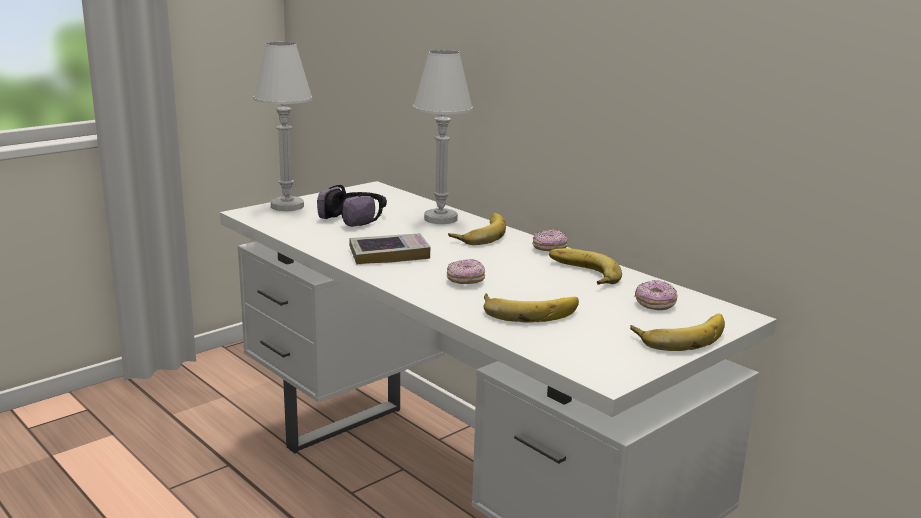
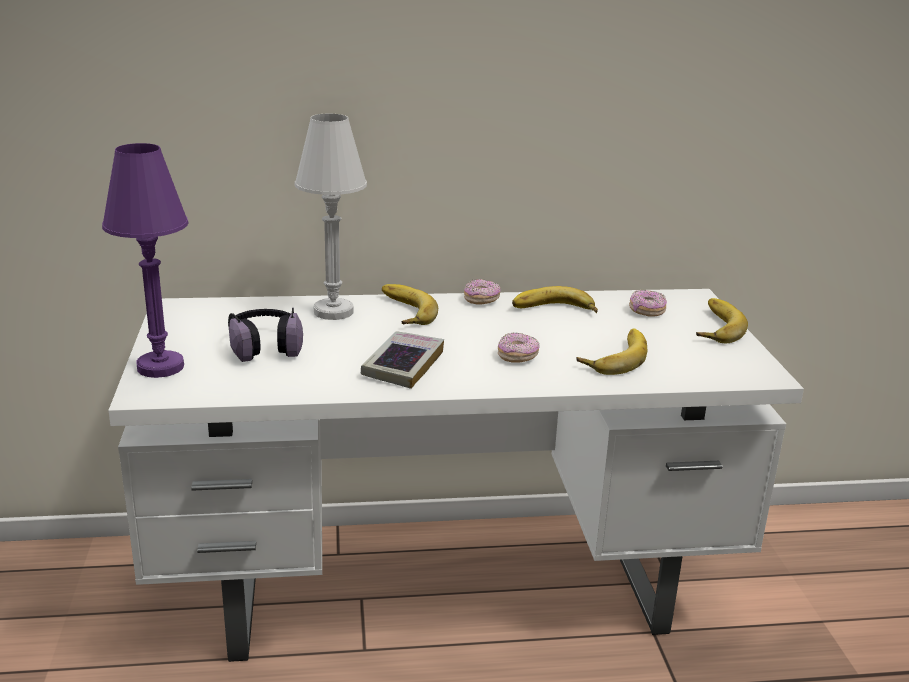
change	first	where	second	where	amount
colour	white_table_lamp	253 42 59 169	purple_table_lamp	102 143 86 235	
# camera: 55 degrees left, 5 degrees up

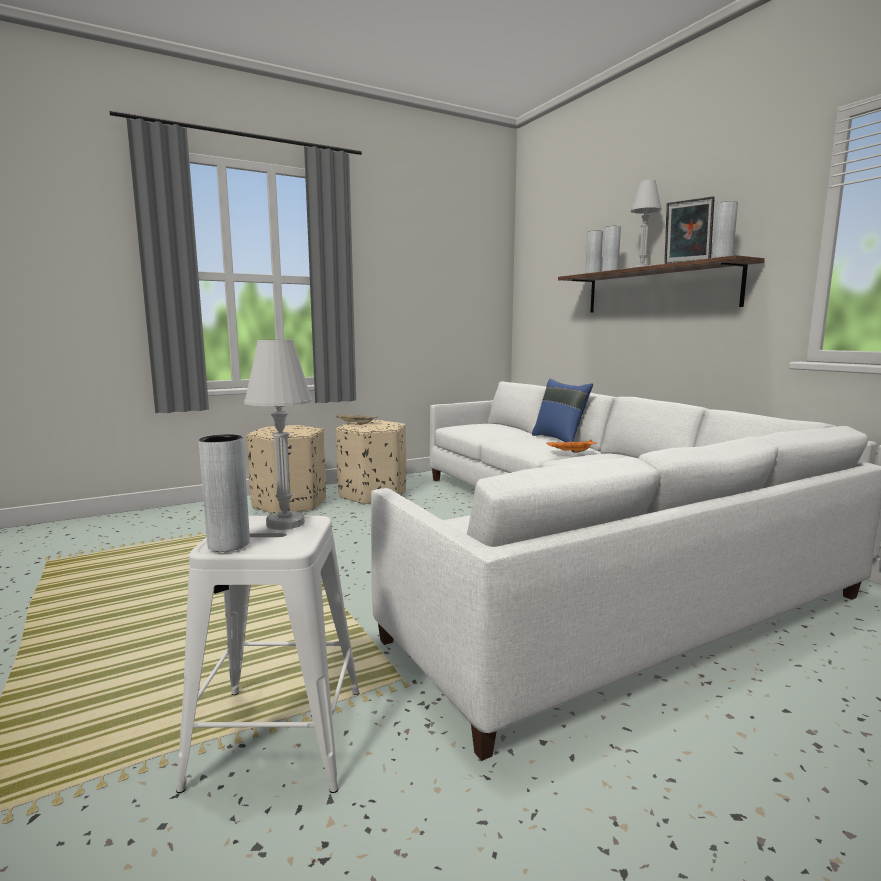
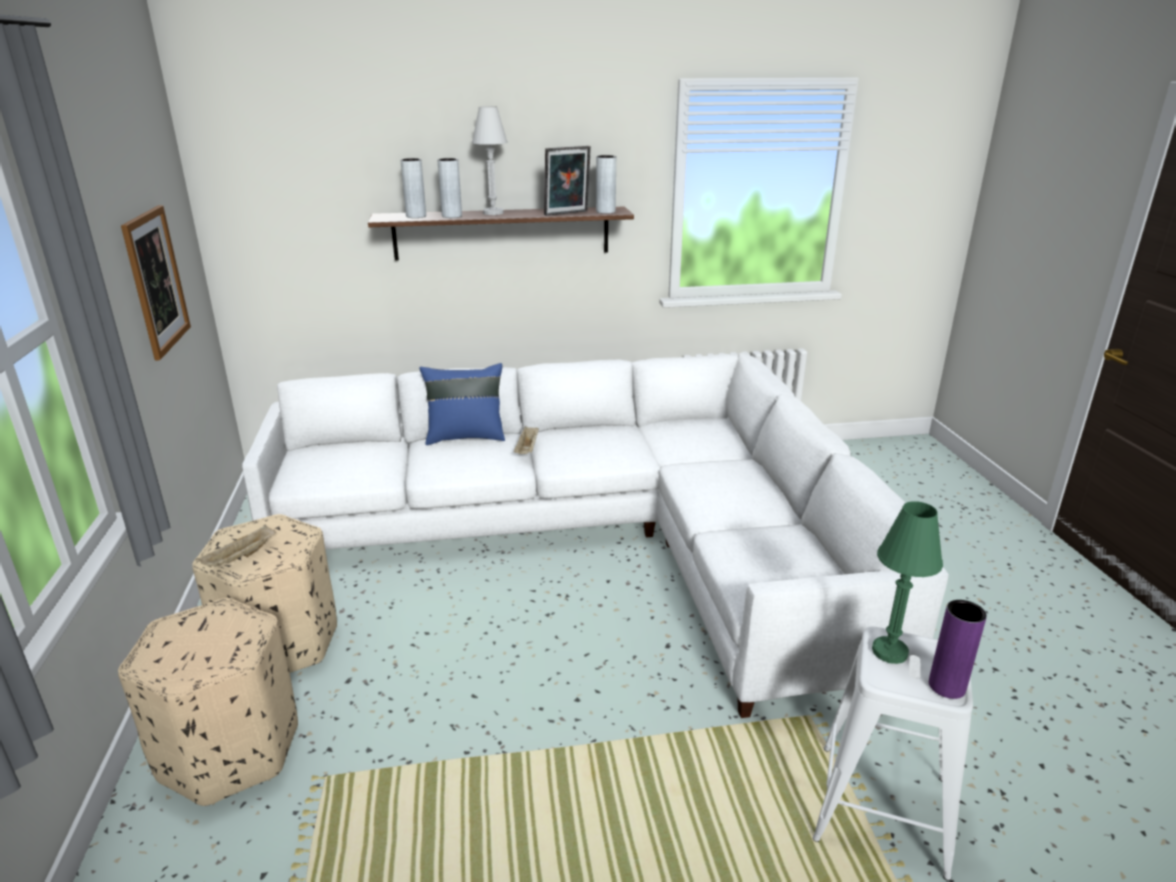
change	first	where	second	where	amount
appeared			picture	121 205 70 156	
colour	orange_tray	546 440 50 13	beige_tray	514 426 25 28	
colour	white_table_lamp	244 340 69 190	green_table_lamp	872 501 71 163	
colour	grey_vase	199 434 51 118	purple_vase	929 600 58 99	
# camera: 70 degrees left, 15 degrees up

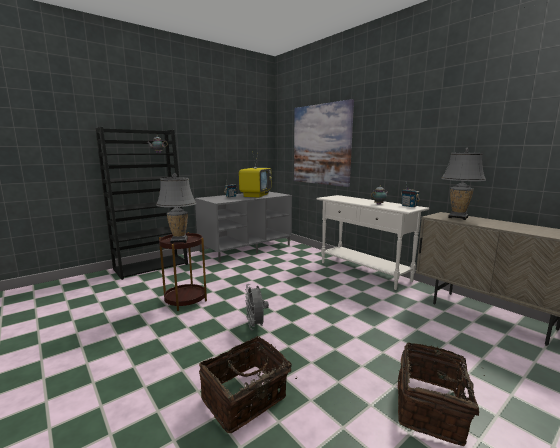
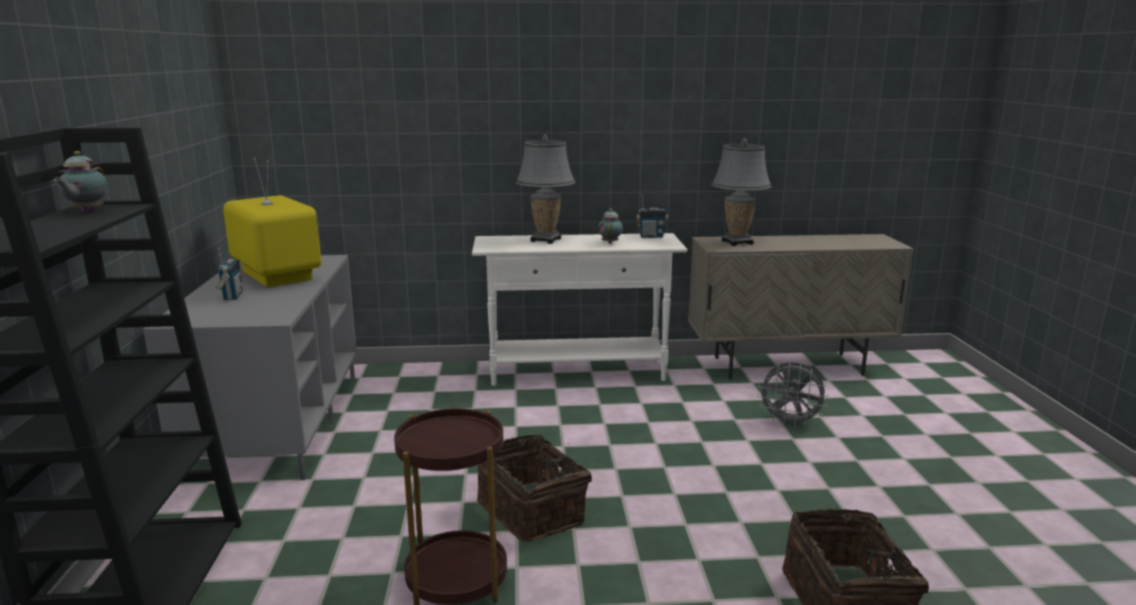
change	first	where	second	where	amount
relocated	basket	398 343 87 103		477 434 115 108	
relocated	grey_table_lamp	156 173 40 71		516 134 59 110	
relocated	grey_fan	245 284 24 46		757 362 72 66	
missing	picture	294 99 60 88			
# camera: 55 degrees left, 5 degrees up

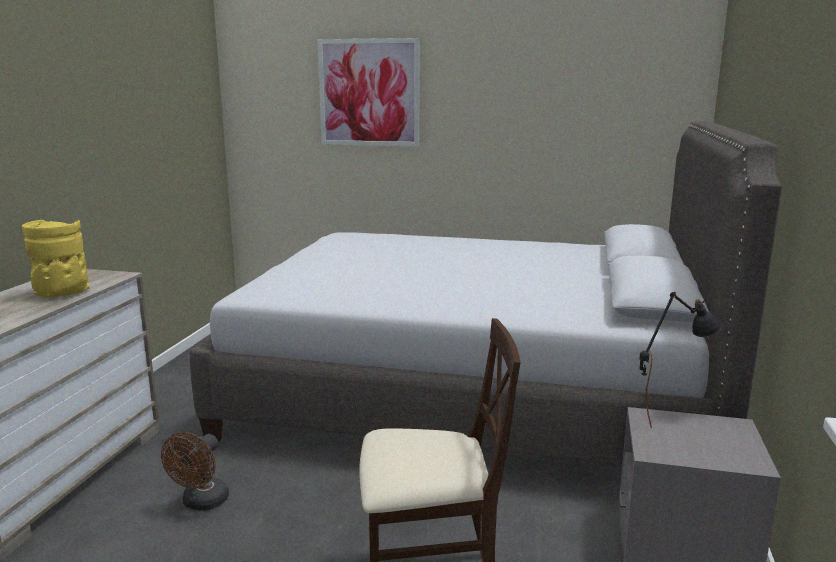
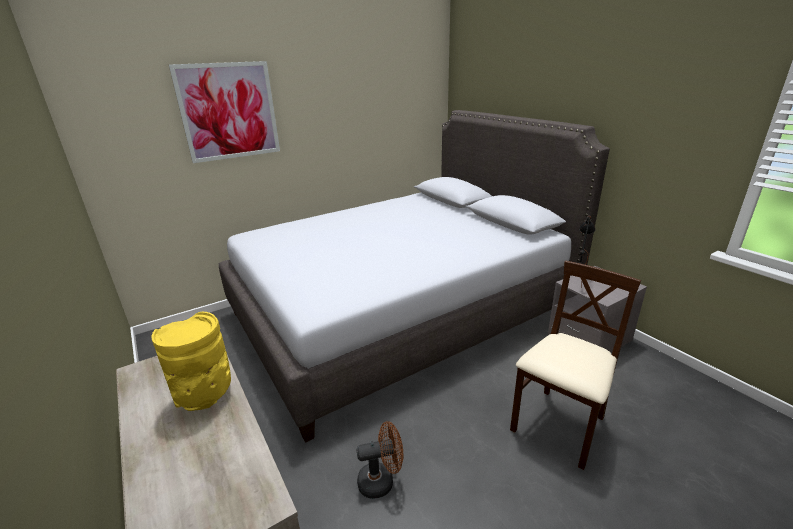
change	first	where	second	where	amount
spun	brown_fan	161 432 68 78		356 421 47 78	75 degrees counterclockwise
# camera: 45 degrees left, 10 degrees up

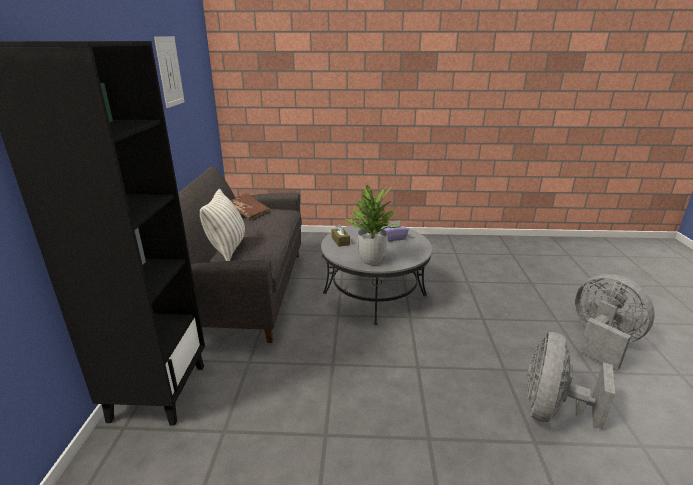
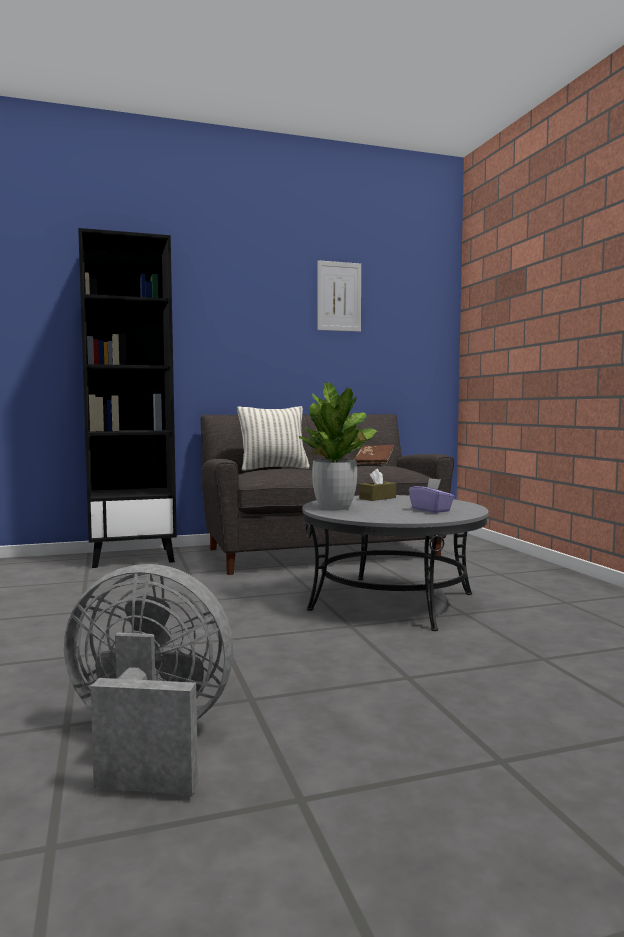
change	first	where	second	where	amount
missing	grey_fan	575 274 80 97			
# camera: 70 degrees right, 20 degrees down

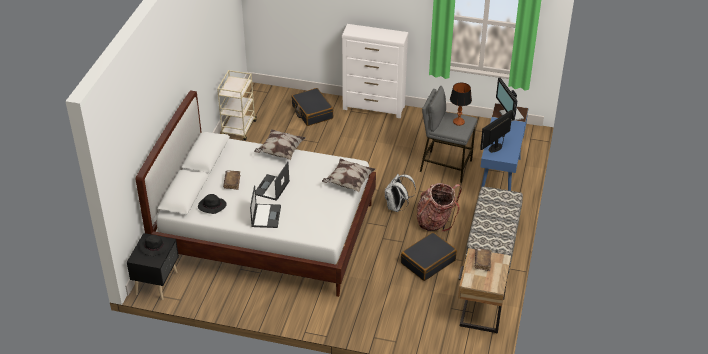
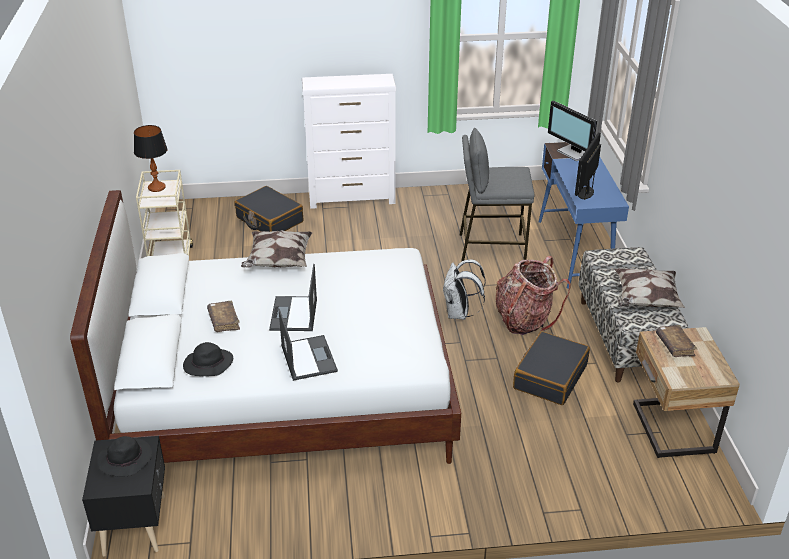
change	first	where	second	where	amount
relocated	table_lamp	450 83 22 43		134 125 33 67	
relocated	pillow	322 159 53 33		615 268 70 40	
# camera: 20 degrees left, 5 degrees down

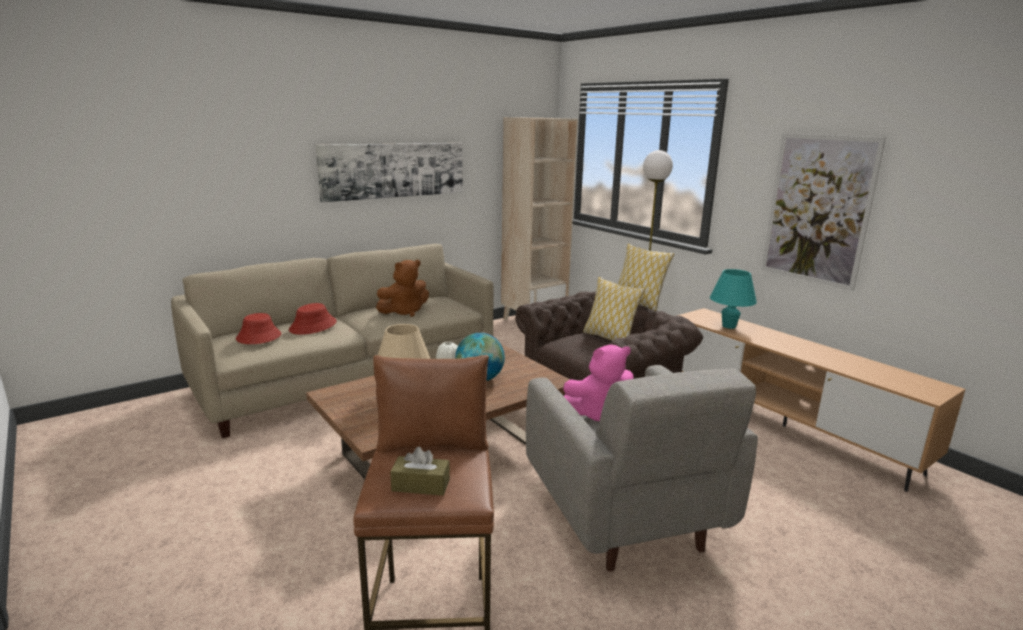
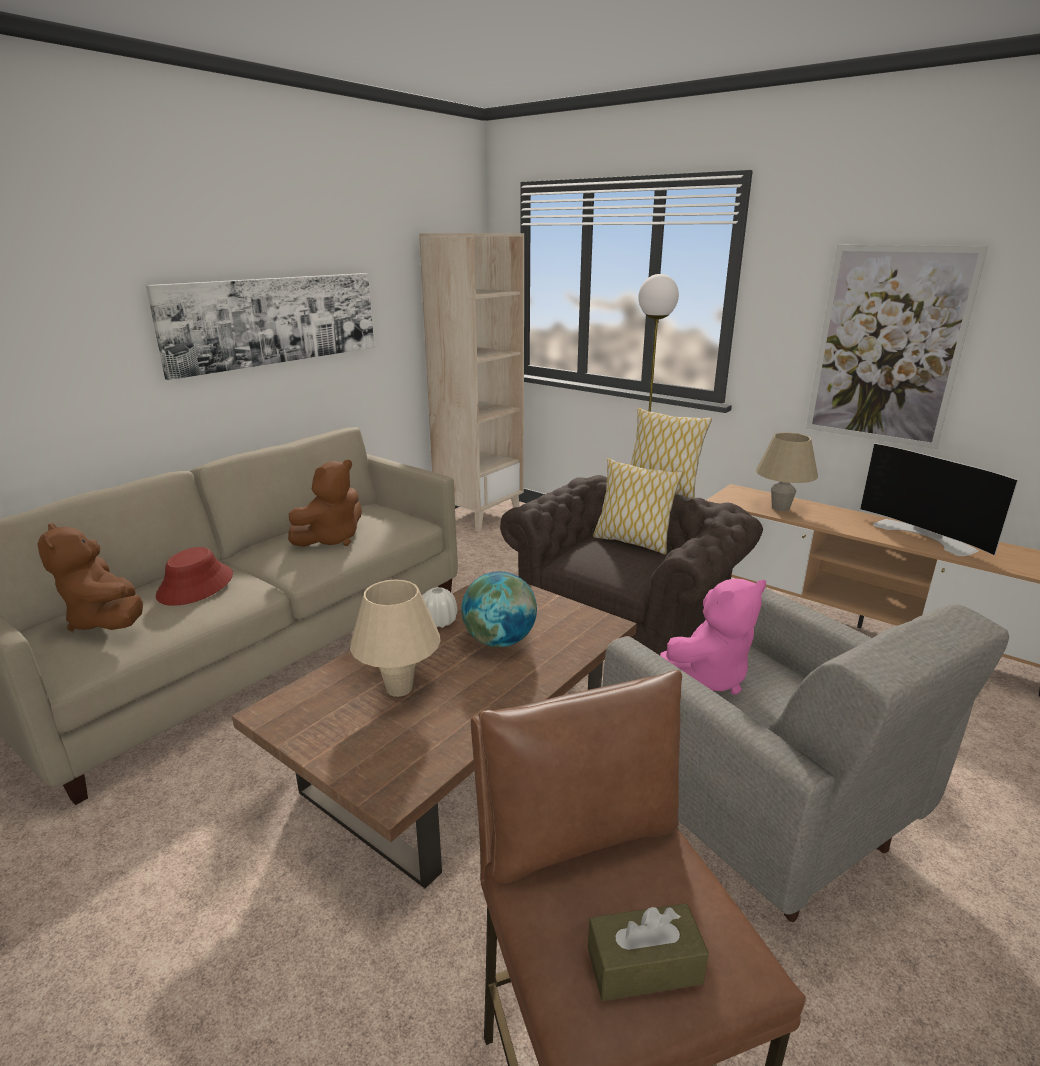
change	first	where	second	where	amount
exchanged	red_hat	236 313 45 31	brown_plush_toy	38 523 105 109	
colour	turquoise_table_lamp	710 269 47 60	beige_table_lamp	756 432 62 79	
appeared			television	860 443 158 113	
# camera: 15 degrees left, 5 degrees up

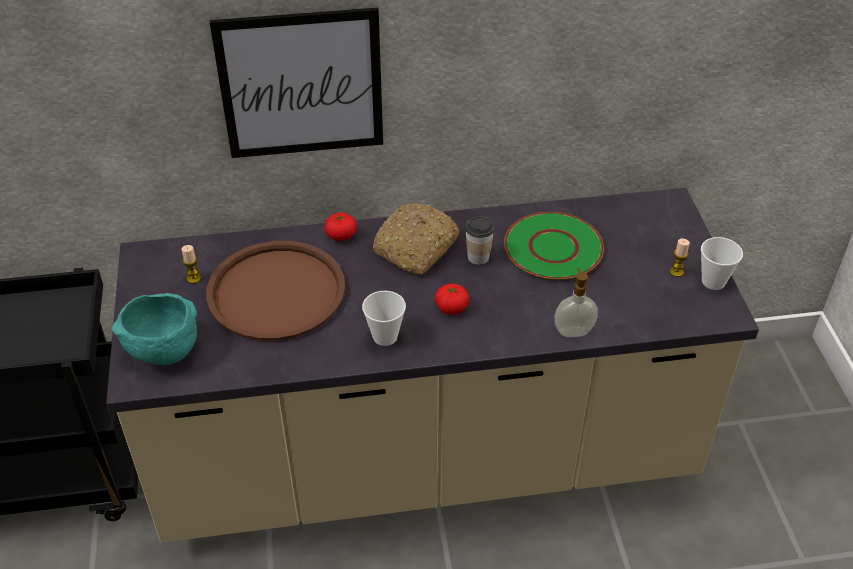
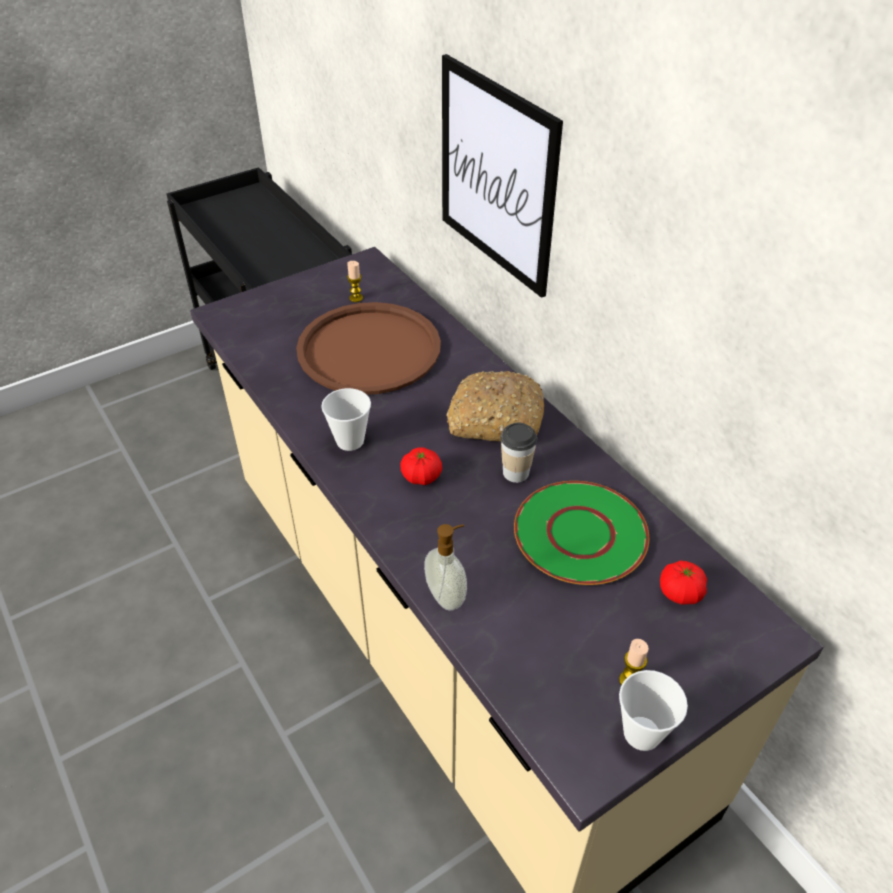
change	first	where	second	where	amount
relocated	tomato	324 212 33 29		660 561 47 44	
missing	turquoise_bowl	112 293 85 72			
# camera: 65 degrees right, 0 degrees up

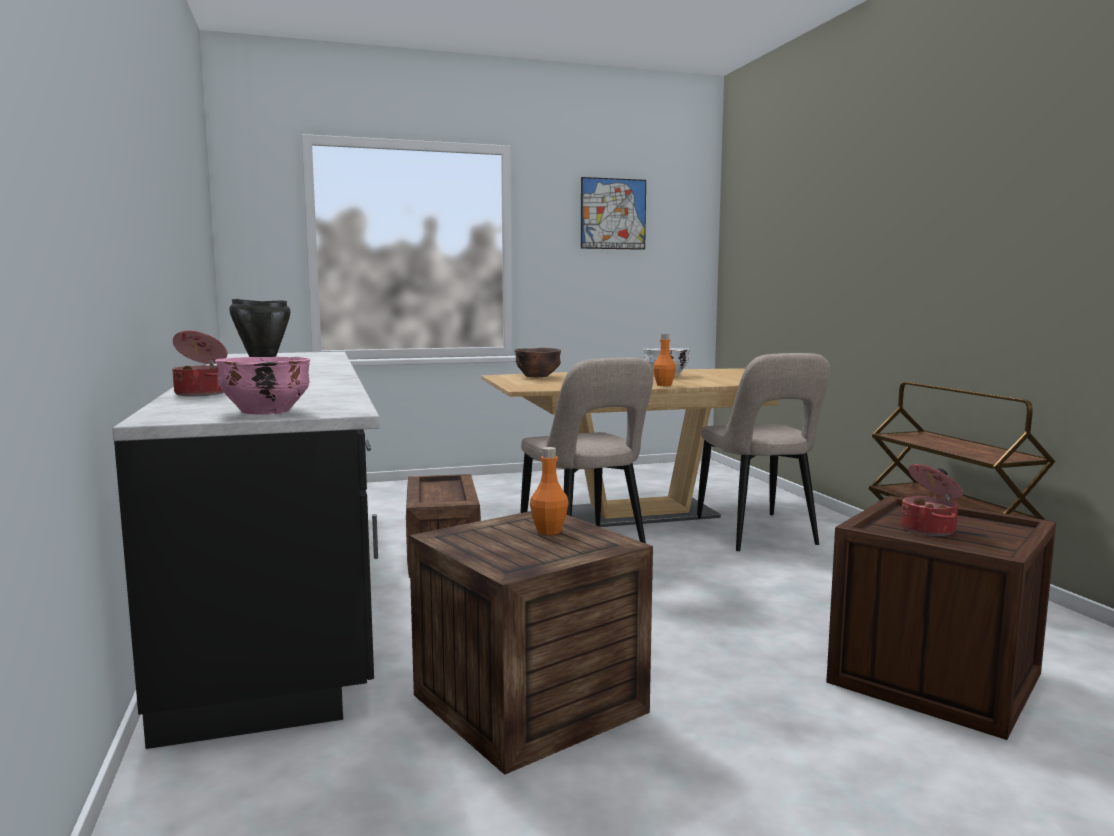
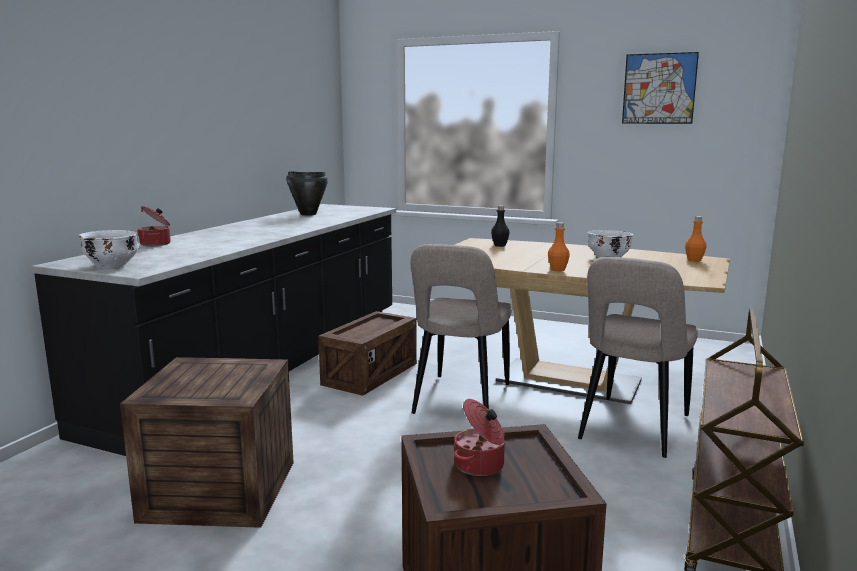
change	first	where	second	where	amount
colour	pink_bowl	215 357 95 57	white_bowl	79 230 60 38	
exchanged	brown_bowl	514 348 47 29	black_bottle	491 206 18 41	
relocated	orange_bottle	530 447 39 88		685 216 22 46	
# camera: 40 degrees right, 5 degrees up

